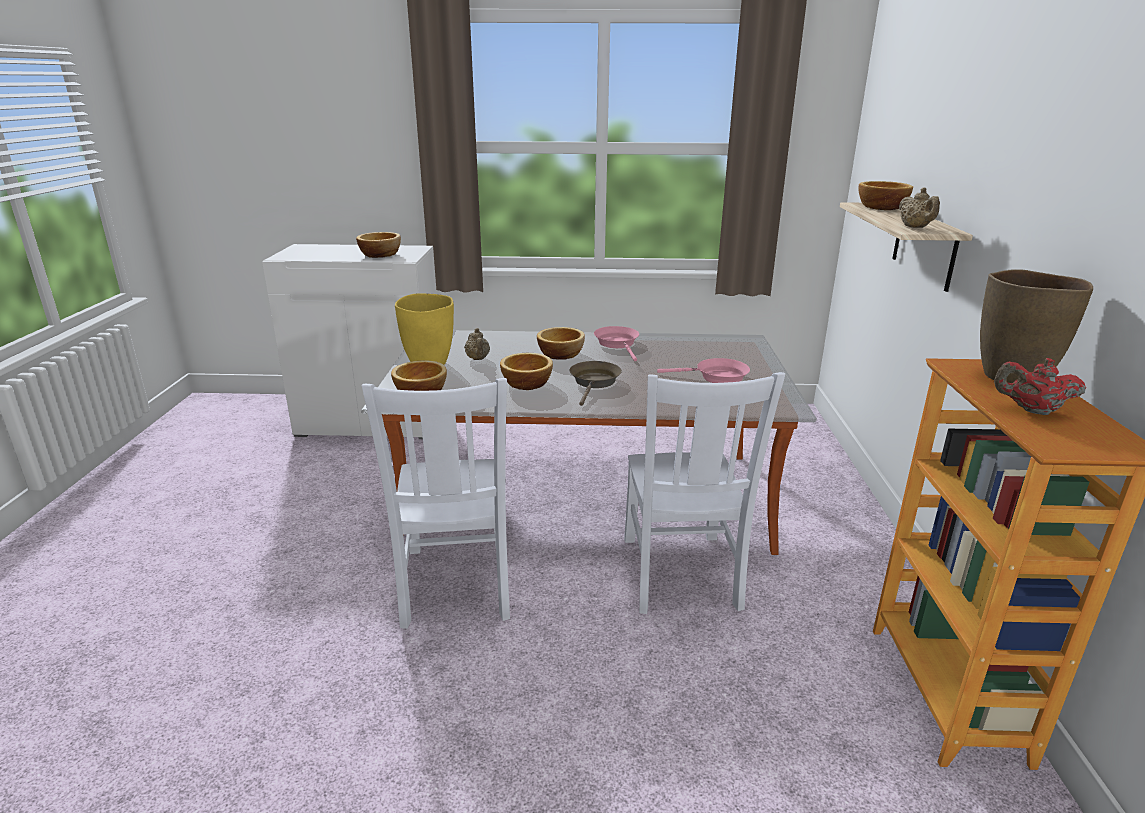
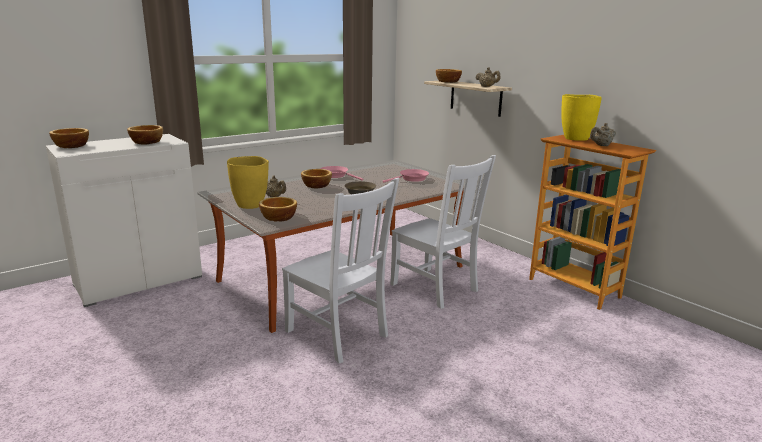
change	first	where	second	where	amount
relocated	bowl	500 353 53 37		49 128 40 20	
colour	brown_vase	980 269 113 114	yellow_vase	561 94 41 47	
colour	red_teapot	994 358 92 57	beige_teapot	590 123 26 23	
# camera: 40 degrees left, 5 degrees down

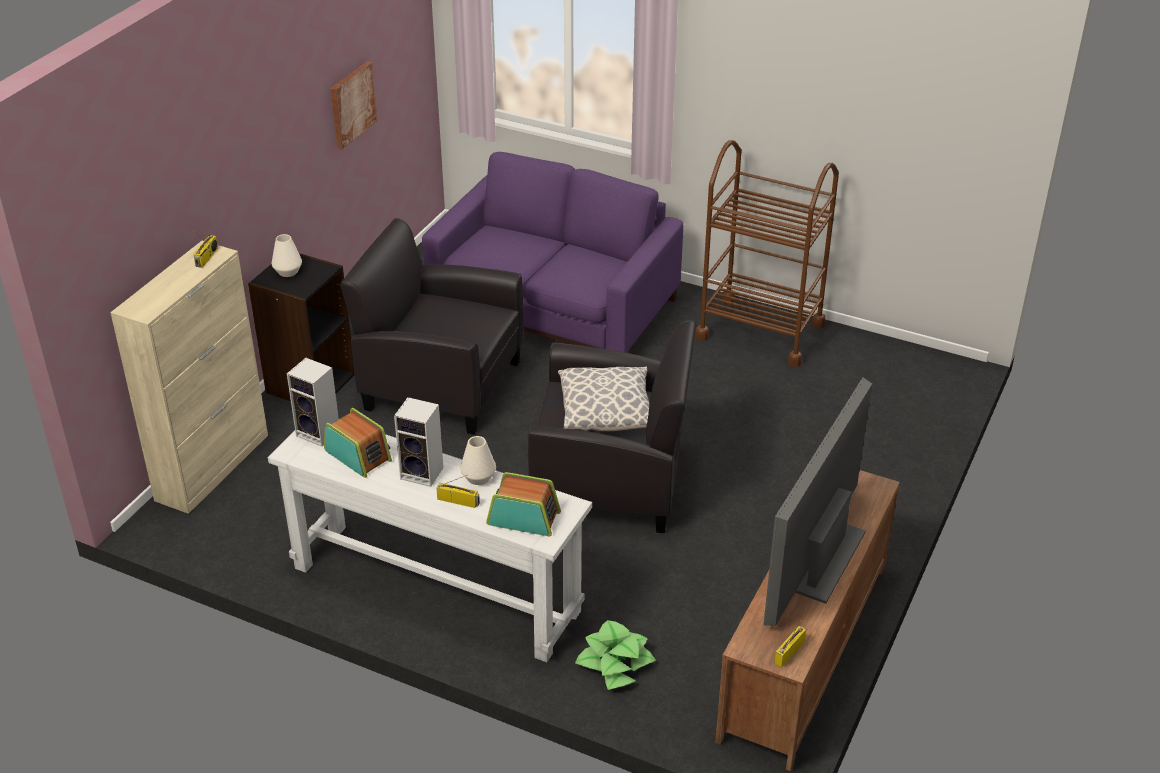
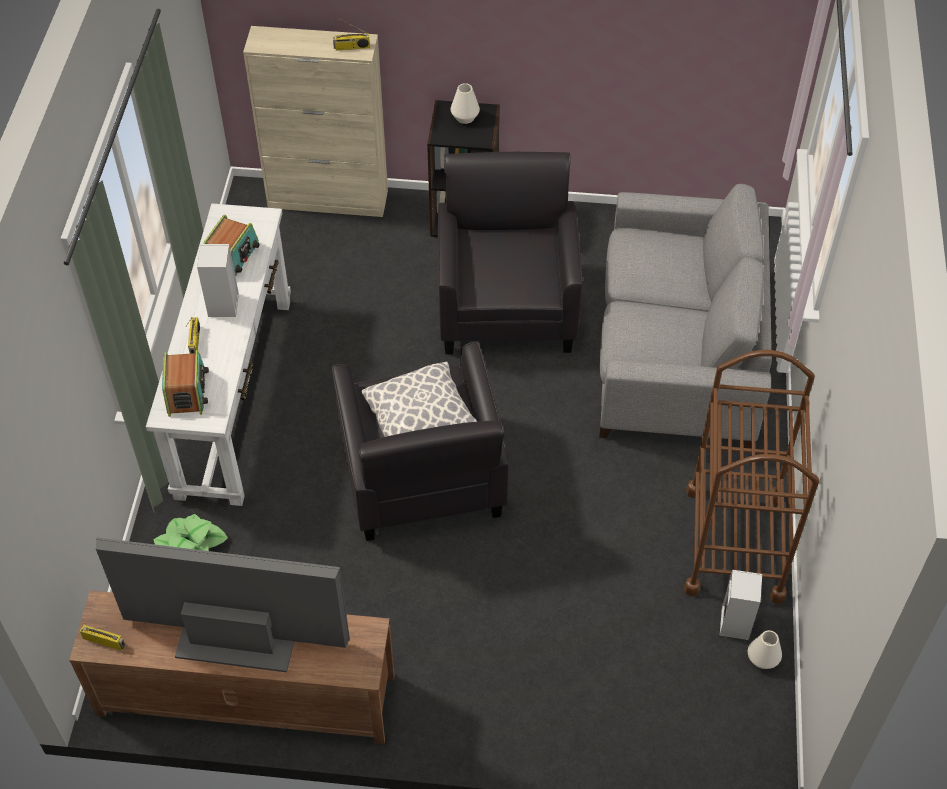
change	first	where	second	where	amount
colour	purple_sofa	422 152 261 201	grey_sofa	599 184 173 264	
relocated	speaker	287 358 52 89		719 570 43 70	
relocated	white_vase	460 436 36 49		748 630 34 39	
missing	picture	331 61 46 89			
# camera: 70 degrees right, 15 degrees up

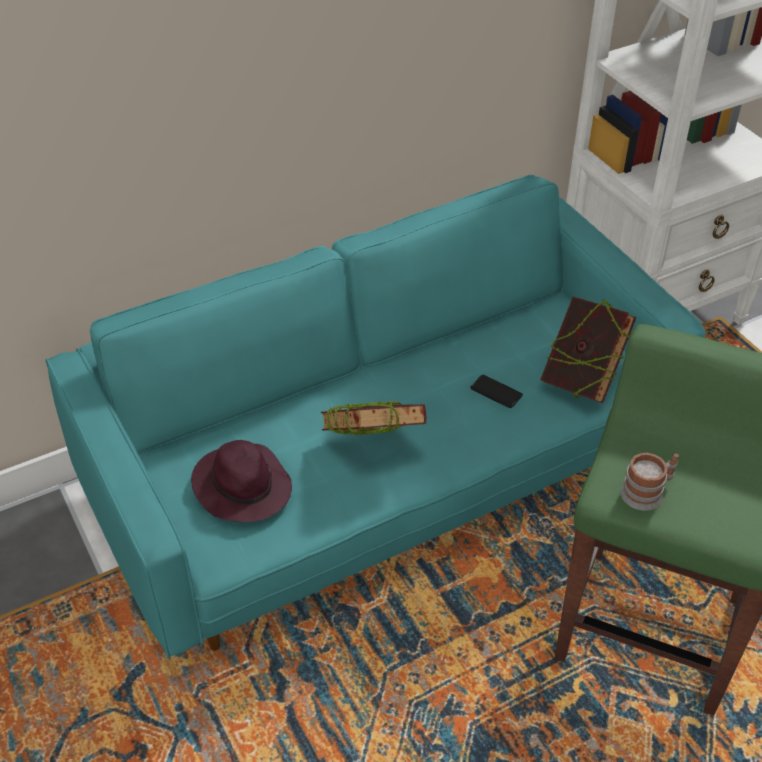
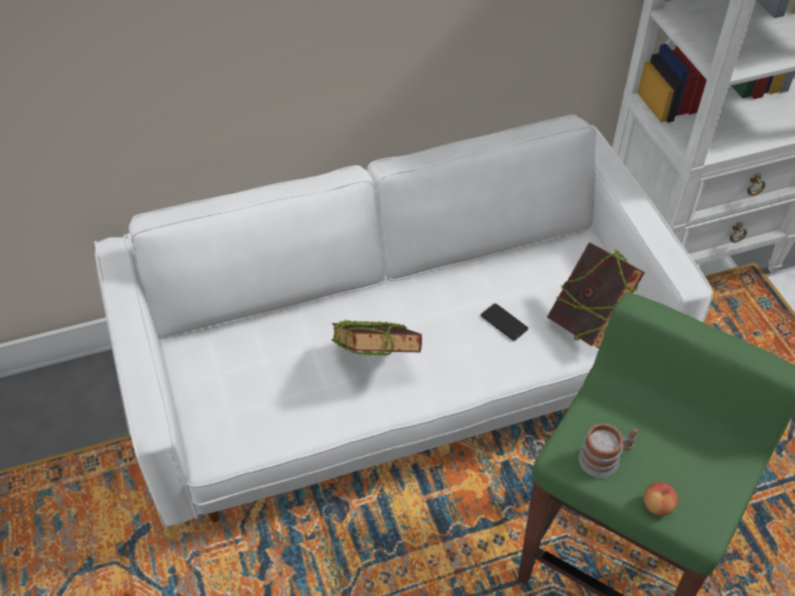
change	first	where	second	where	amount
colour	turquoise_sofa	45 175 661 485	white_sofa	94 115 619 414	
appeared			apple	644 482 34 34	
missing	purple_hat	191 440 101 82			
# camera: 10 degrees right, 5 degrees up

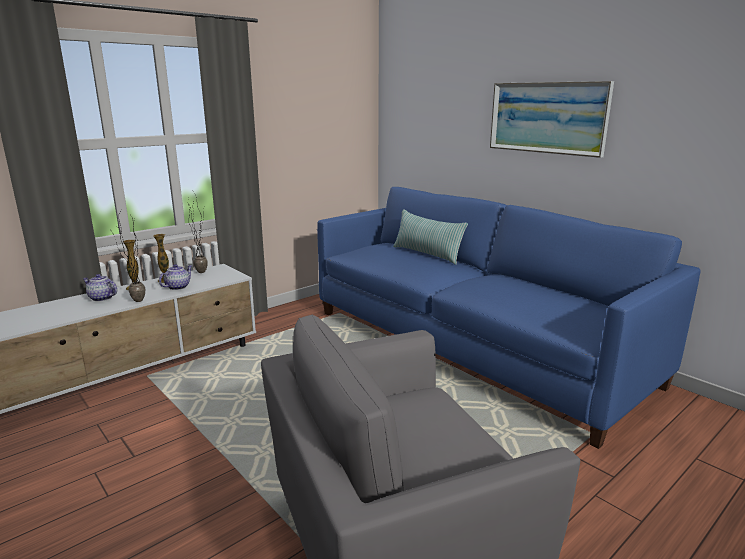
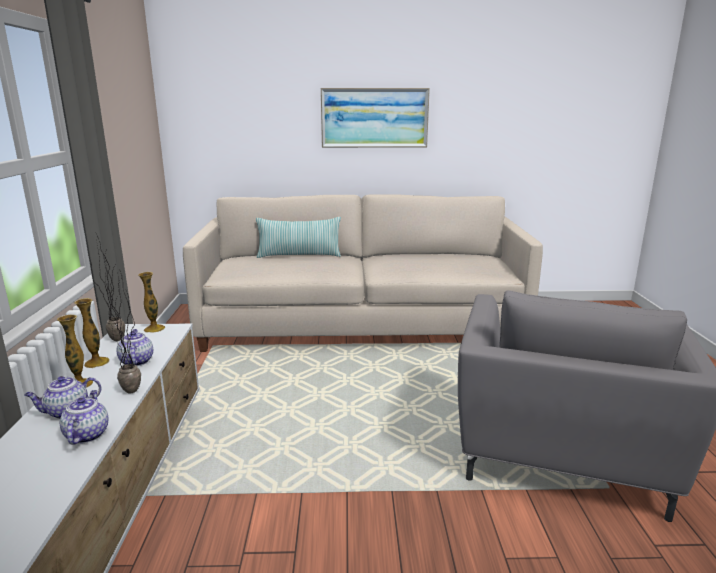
change	first	where	second	where	amount
appeared			teapot	60 390 49 55	
appeared			vase	138 272 27 61	
colour	blue_sofa	317 187 384 262	beige_sofa	183 195 360 157	
# camera: 50 degrees left, 0 degrees up

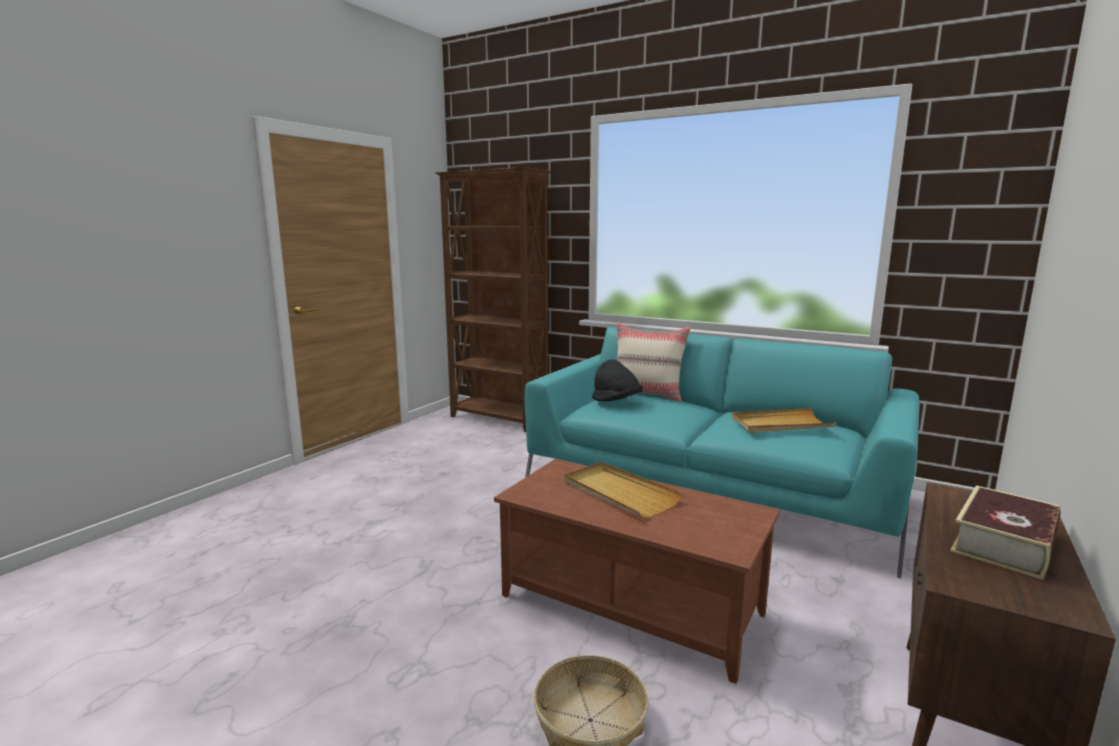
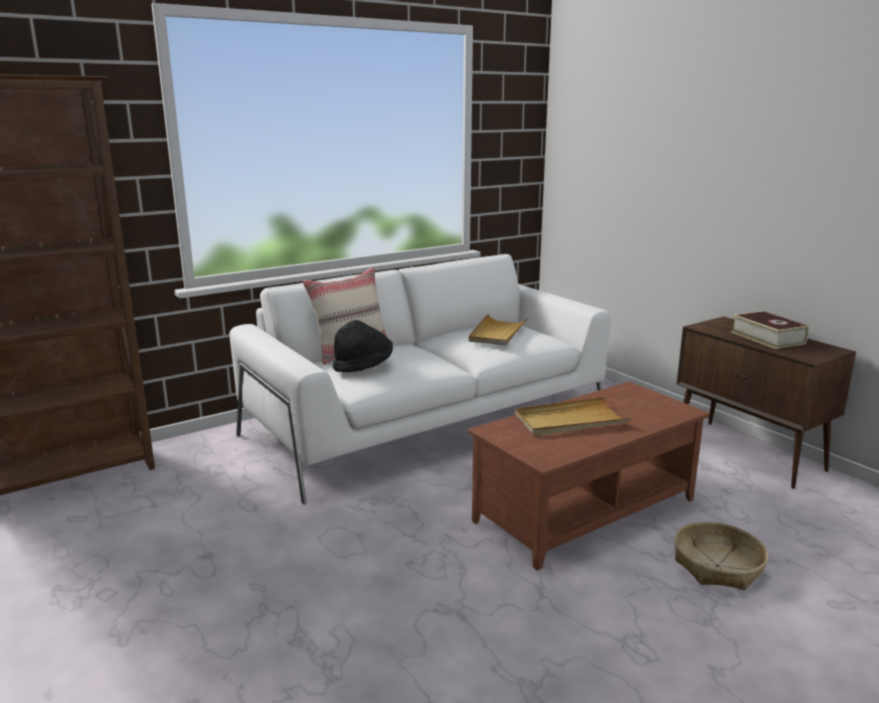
change	first	where	second	where	amount
colour	turquoise_sofa	525 327 395 252	white_sofa	229 254 382 251	
# camera: 65 degrees left, 5 degrees up

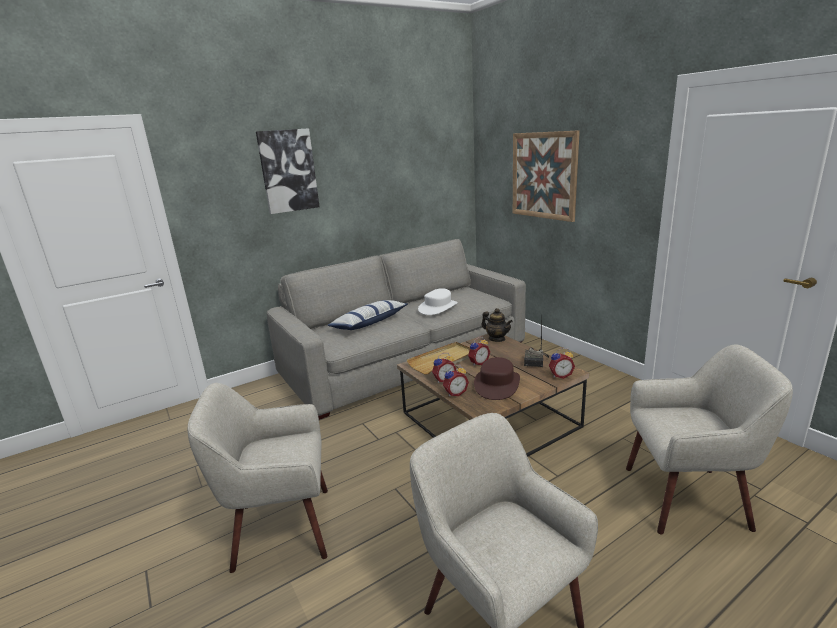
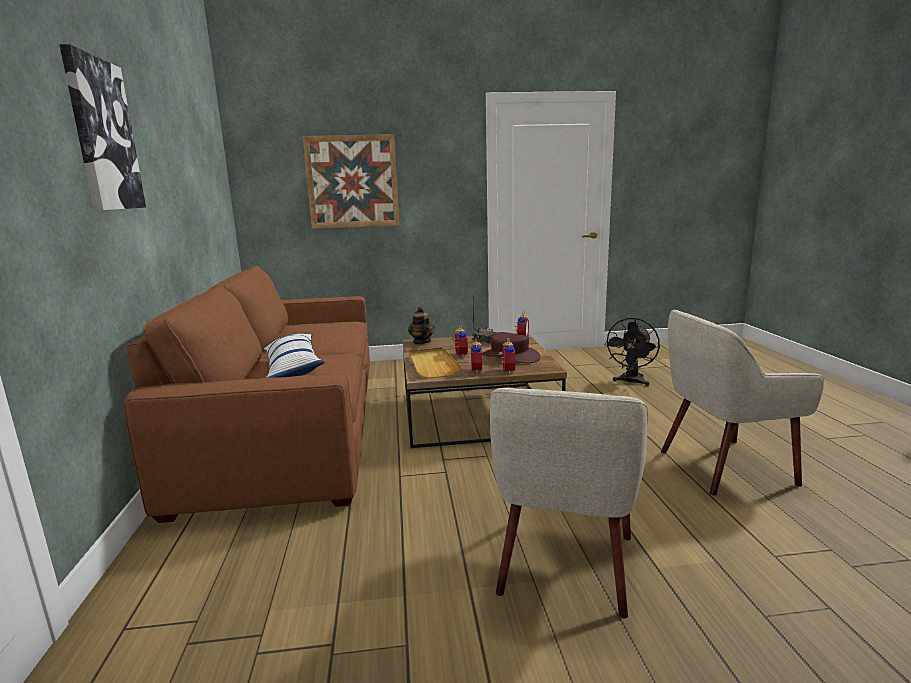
change	first	where	second	where	amount
colour	grey_sofa	267 239 259 181	brown_sofa	124 266 246 257	
spun	teapot	482 308 31 34		408 307 27 37	90 degrees counterclockwise
exchanged	beige_armchair	626 345 167 190	black_fan	604 318 56 68	
missing	white_hat	418 288 40 27			
# camera: 65 degrees left, 5 degrees down

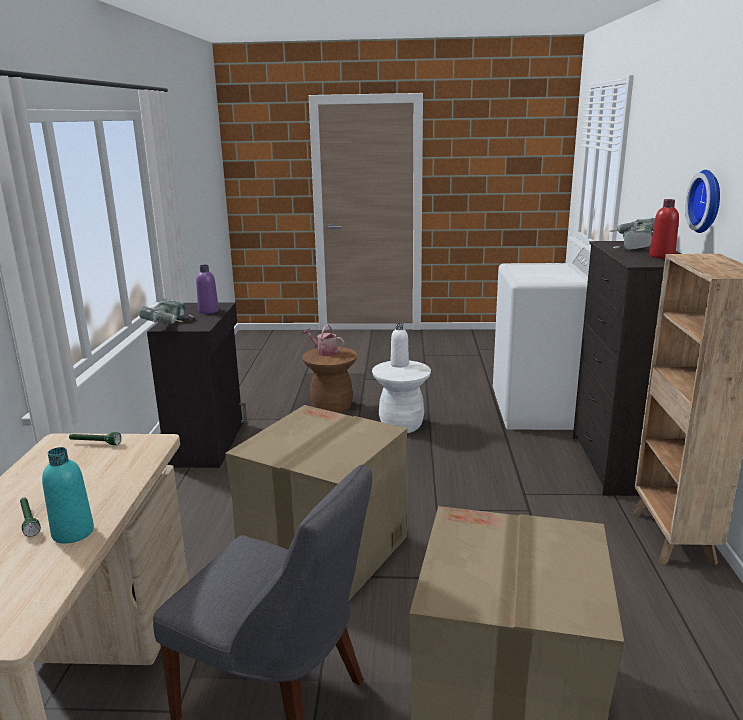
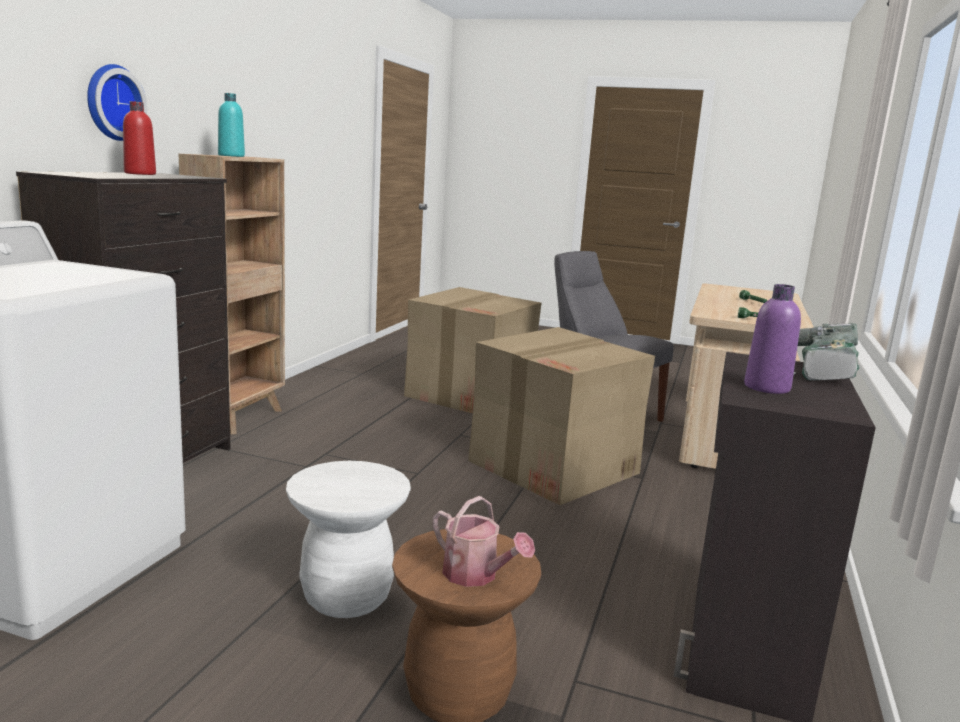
change	first	where	second	where	amount
relocated	turquoise_bottle	42 447 52 97		218 93 27 64	
missing	white_bottle	391 323 18 45			
missing	power_drill	611 218 44 32			
# camera: 165 degrees left, 5 degrees down

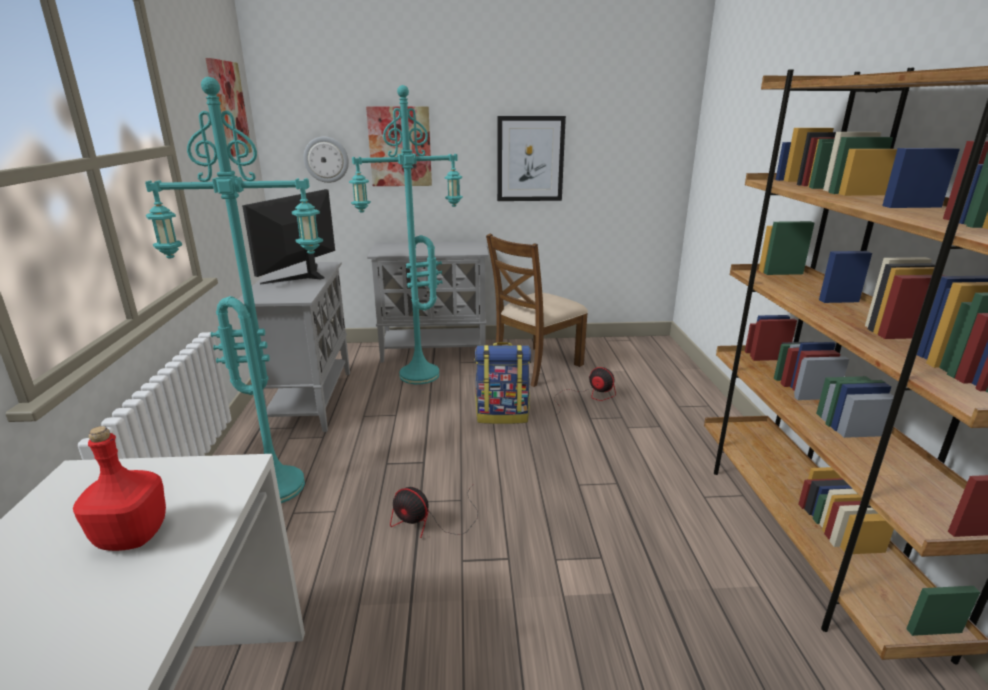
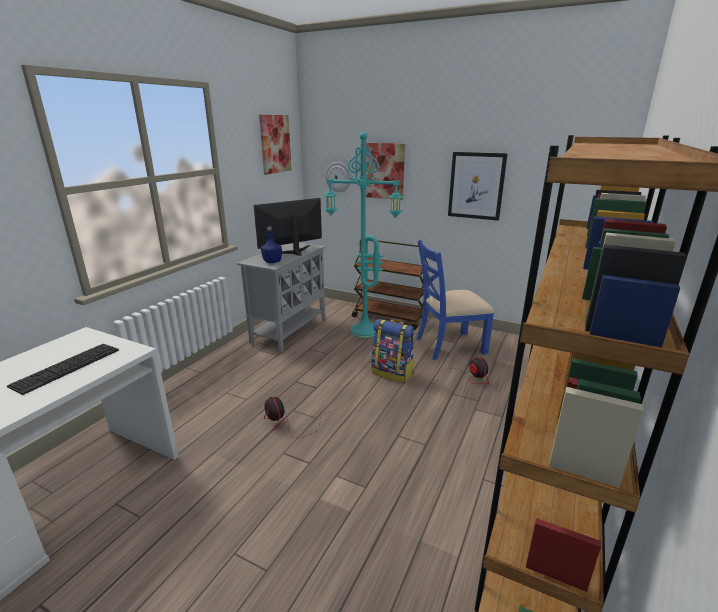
change	first	where	second	where	amount
exchanged	red_bottle	73 426 93 125	keyboard	7 344 112 51	
appeared			blue_bottle	261 227 21 36	
exchanged	grey_cabinet	367 241 122 122	brown_cart	352 240 76 90	
colour	brown_chair	486 234 102 153	blue_chair	416 240 78 120	
missing	turquoise_floor_lamp	145 77 178 426			
# camera: 30 degrees right, 0 degrees up

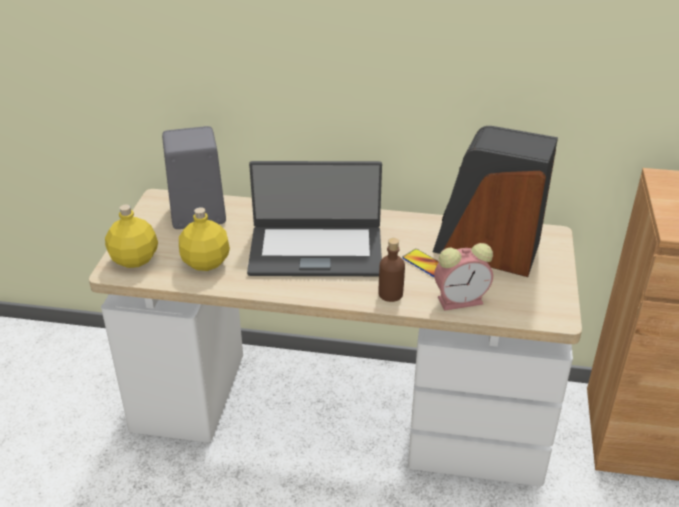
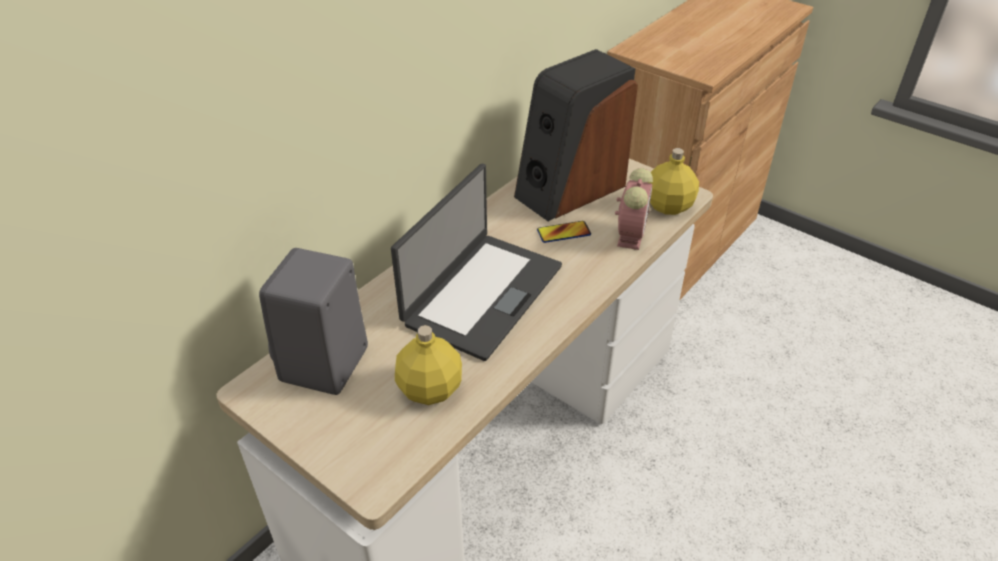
change	first	where	second	where	amount
relocated	yellow_bottle	105 204 53 64		646 148 53 67	
missing	brown_bottle	378 238 27 64			
# camera: 60 degrees left, 5 degrees up

